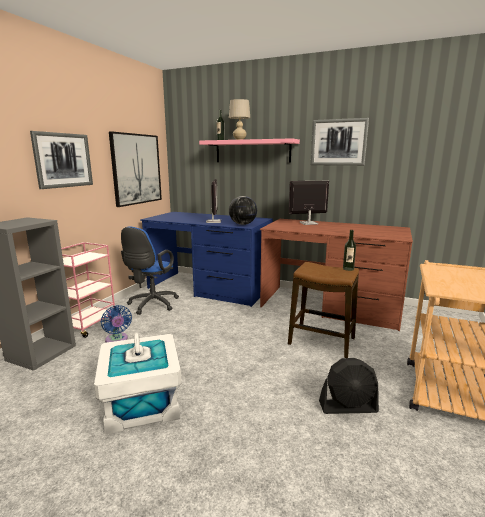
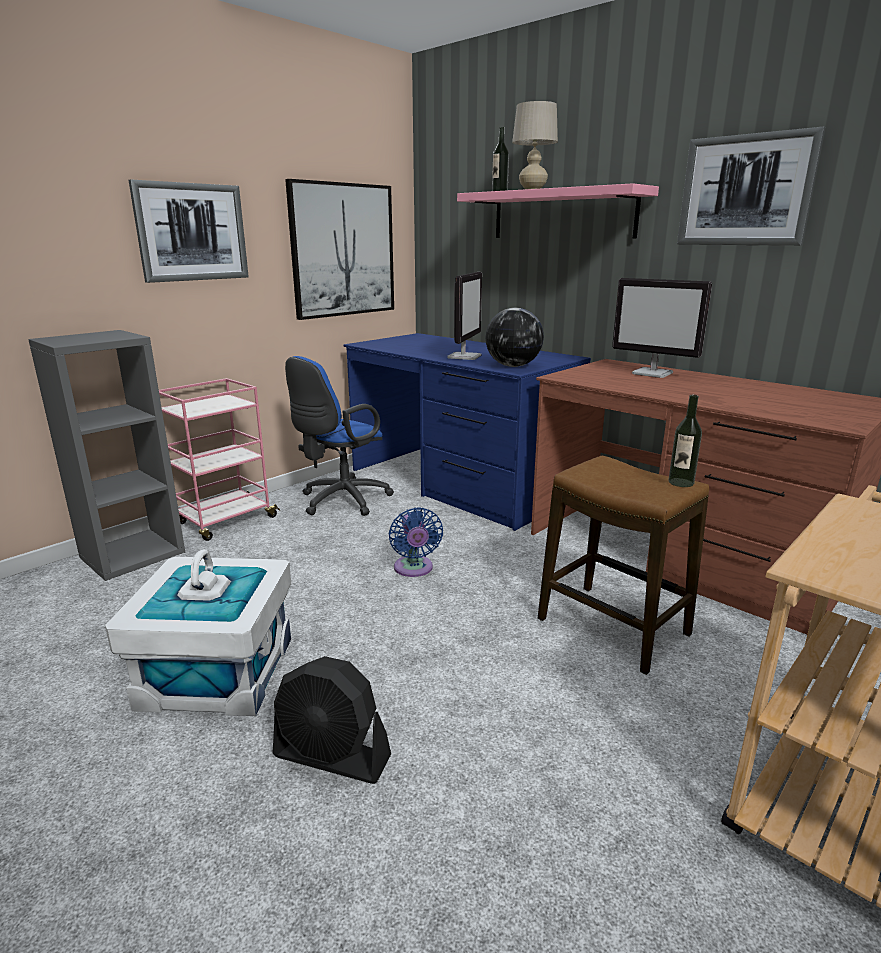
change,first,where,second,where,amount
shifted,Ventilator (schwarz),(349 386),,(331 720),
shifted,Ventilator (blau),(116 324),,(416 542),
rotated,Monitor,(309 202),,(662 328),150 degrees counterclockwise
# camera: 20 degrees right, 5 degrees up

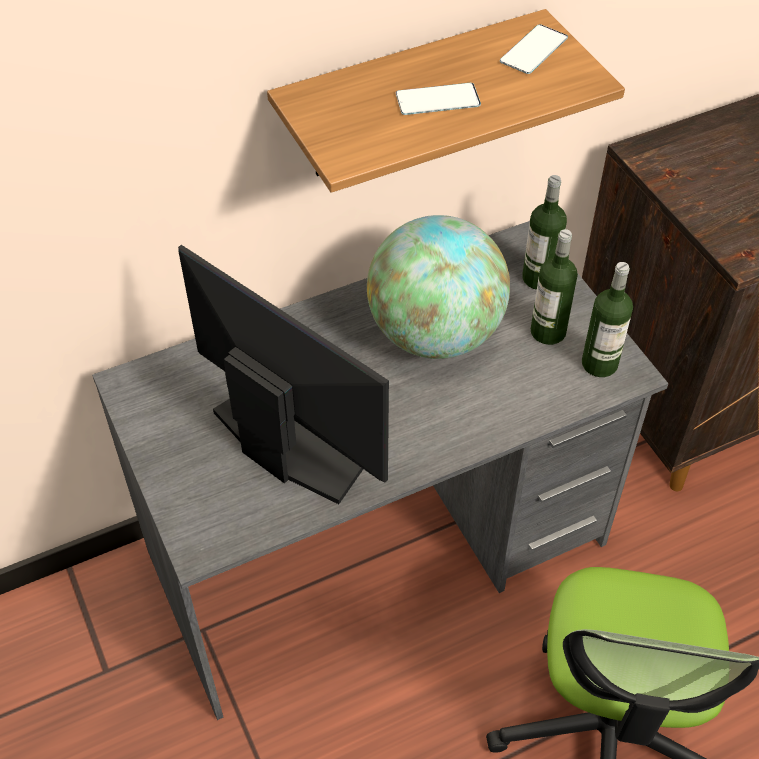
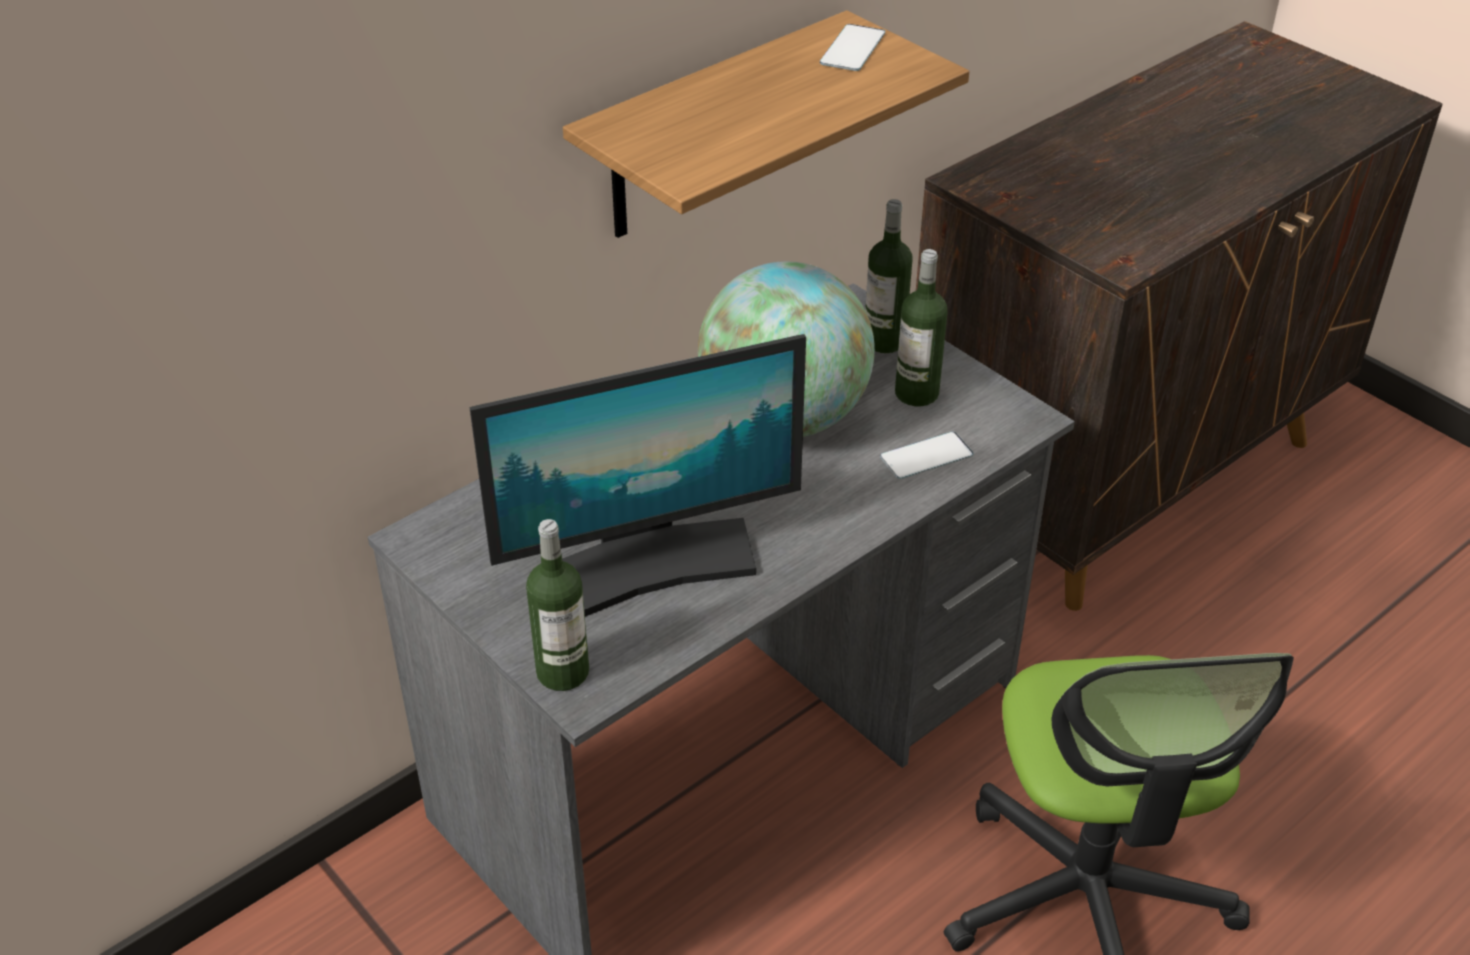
change,first,where,second,where,amount
rotated,Monitor,(283 374),,(637 475),135 degrees clockwise
shifted,Flasche,(607 319),,(557 605),
shifted,Handy,(438 99),,(927 455),
# camera: 15 degrees left, 10 degrees down

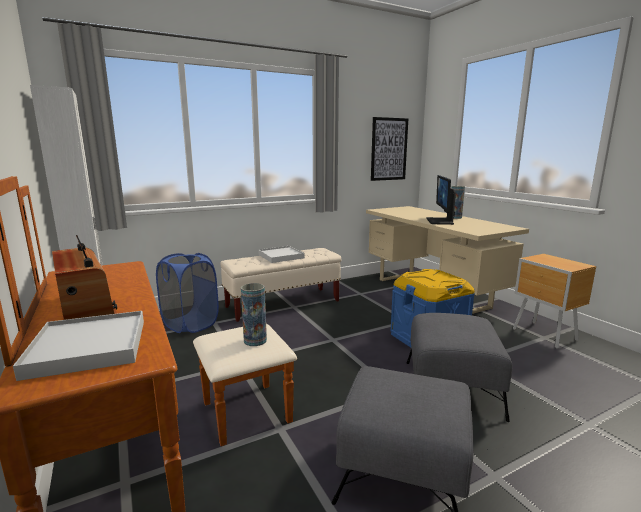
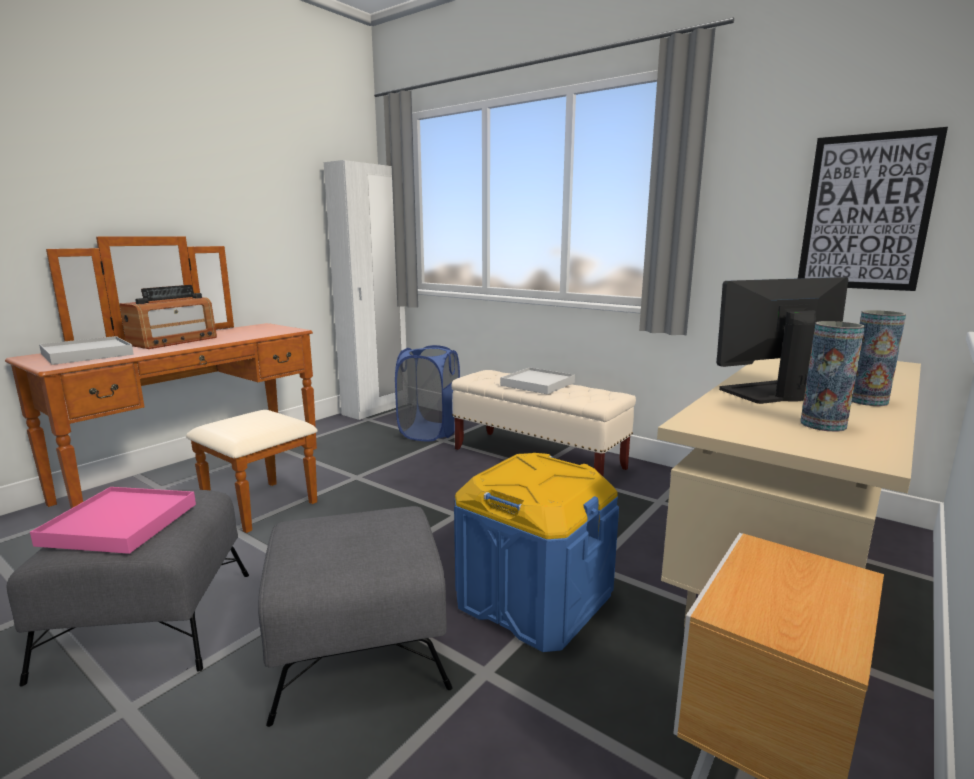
change,first,where,second,where,amount
new,,,Tablett (rosa),(113 520),
shifted,Vase,(254 314),,(832 376),
# camera: 65 degrees right, 0 degrees up

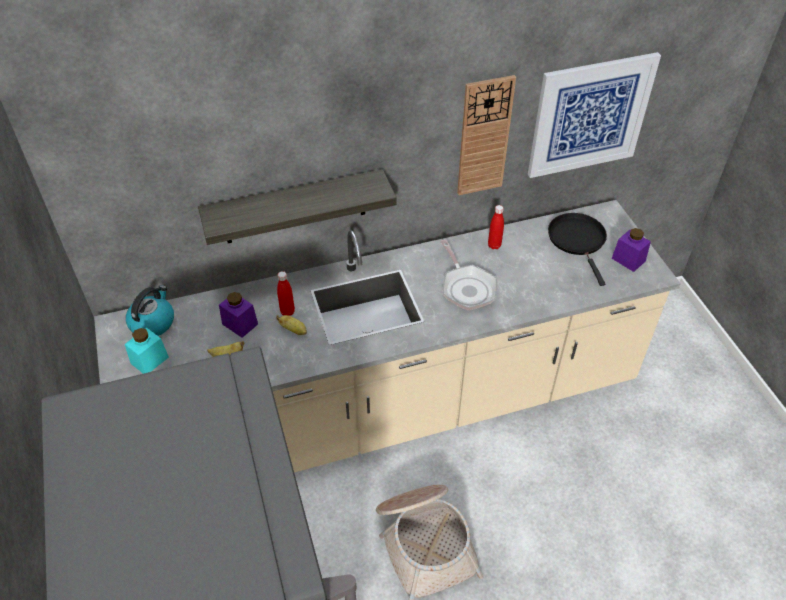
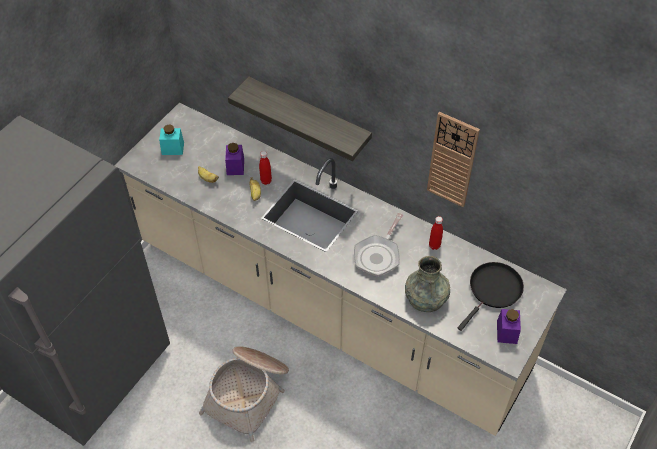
change,first,where,second,where,amount
new,,,Vase (grau),(427 284),
gone,Wasserkessel,(150 310),,,
gone,Bild,(594 115),,,
# camera: 50 degrees right, 5 degrees up

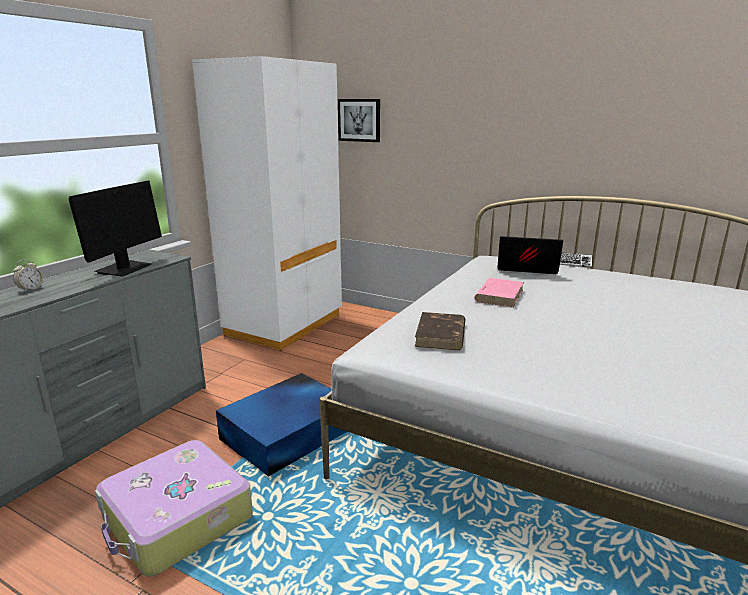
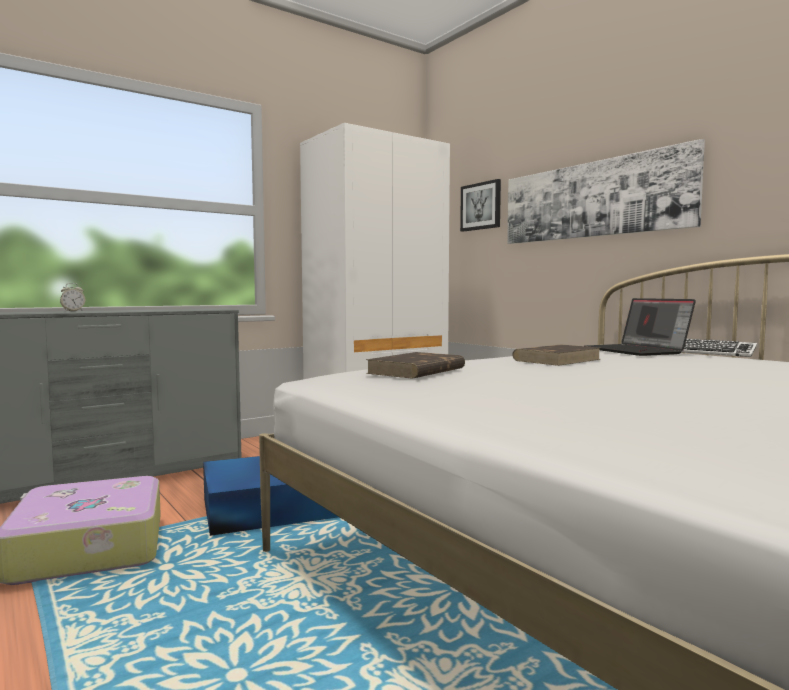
change,first,where,second,where,amount
new,,,Bild,(606 191),
repainted,Buch (rosa),(499 292),Buch (braun),(556 355),
rotated,Laptop,(530 255),,(640 327),150 degrees counterclockwise
gone,Monitor,(115 228),,,
# camera: 25 degrees right, 15 degrees down

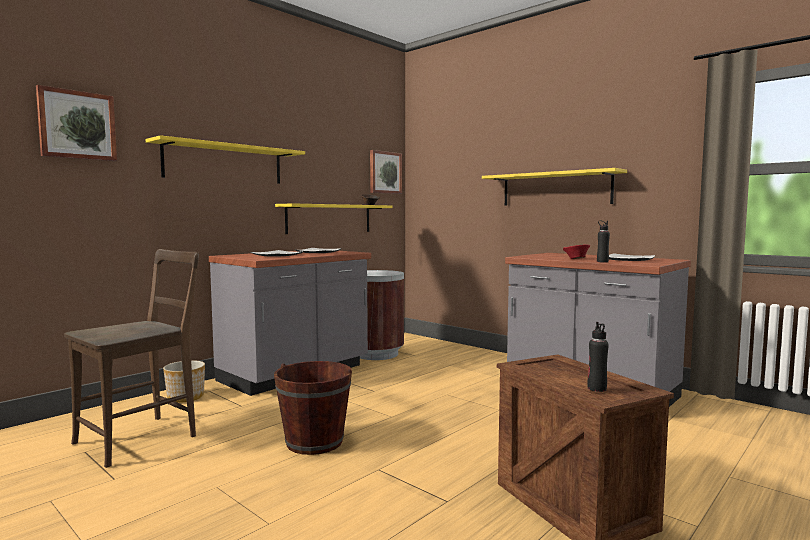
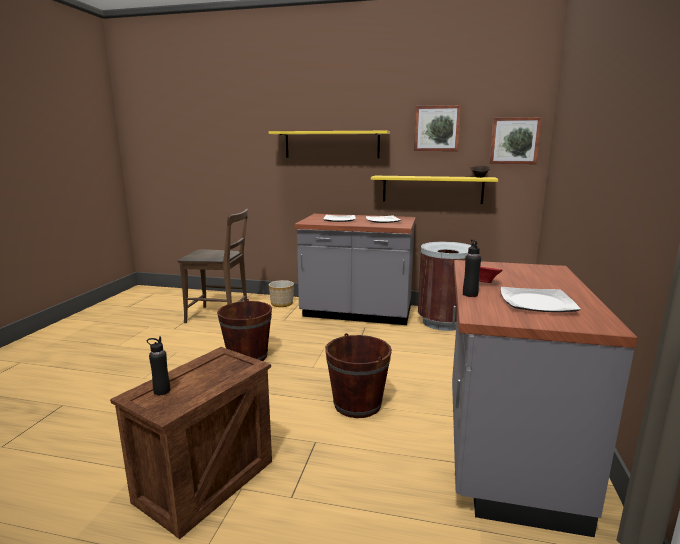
change,first,where,second,where,amount
new,,,Eimer (braun),(358 375),
shifted,Bild,(76 123),,(437 128),
gone,Wandregal (gelb),(554 187),,,
# camera: 60 degrees right, 10 degrees up

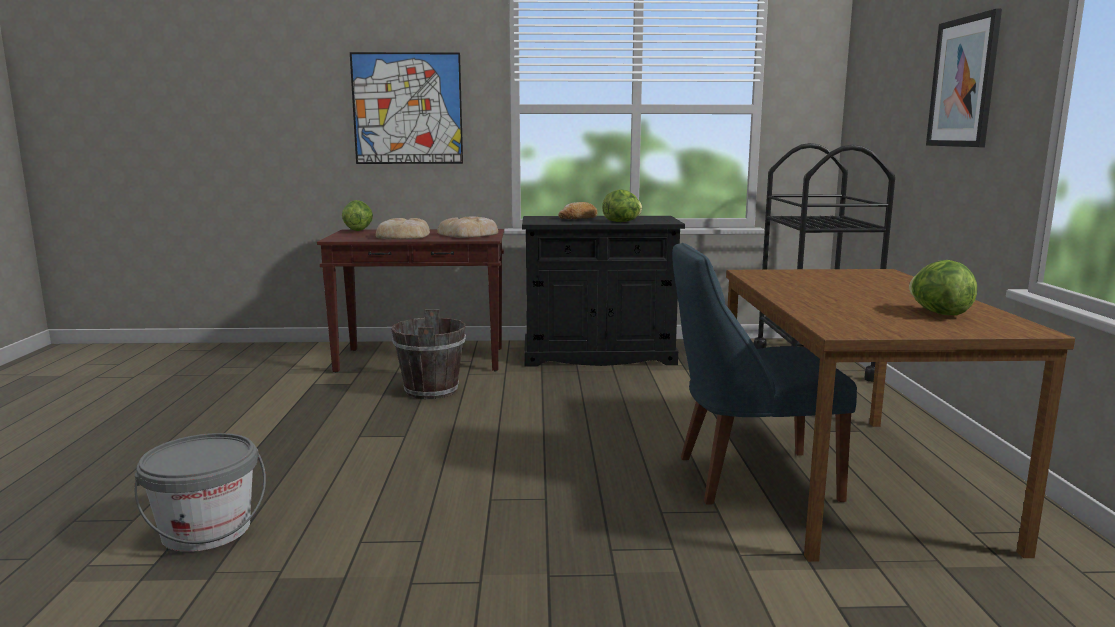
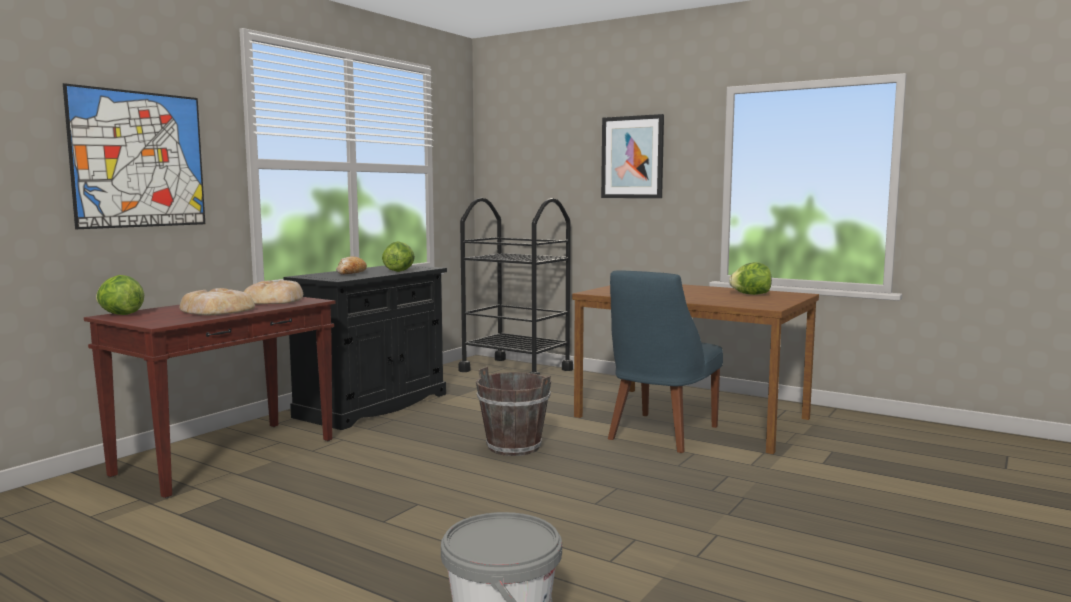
change,first,where,second,where,amount
shifted,Eimer (braun),(428 354),,(513 411),
# camera: 55 degrees left, 5 degrees down

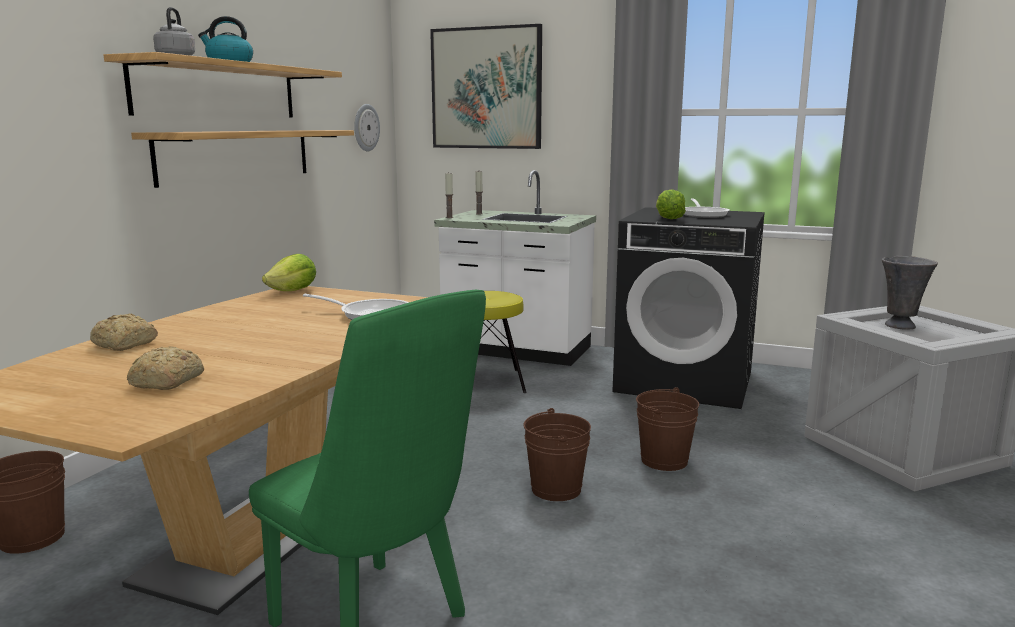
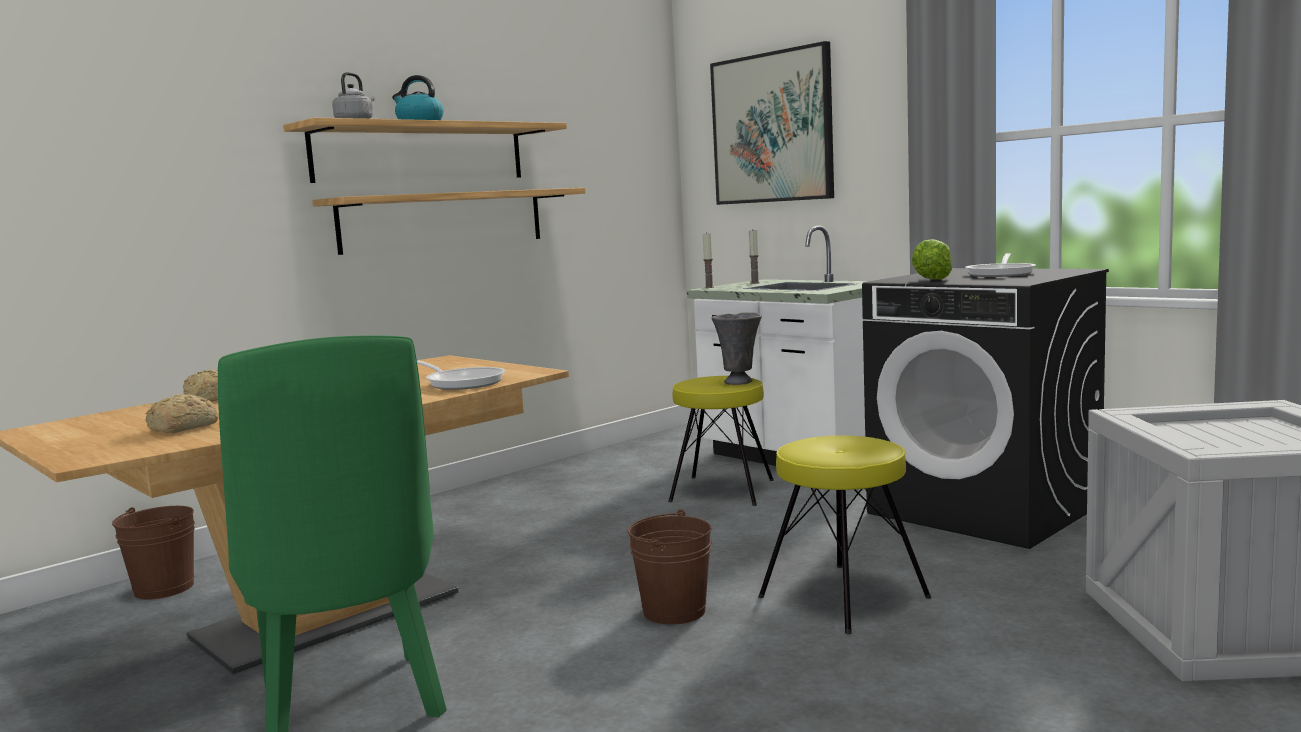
change,first,where,second,where,amount
shifted,Vase (grau),(910 292),,(737 348),
swapped,Eimer (braun),(667 429),Hocker (gelb),(844 534),
gone,Salatkopf,(289 272),,,
gone,Wanduhr,(367 127),,,
# camera: 25 degrees right, 5 degrees down

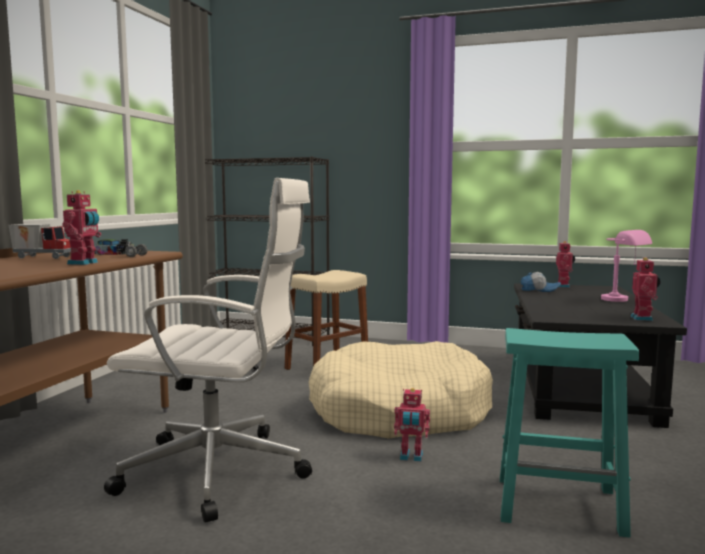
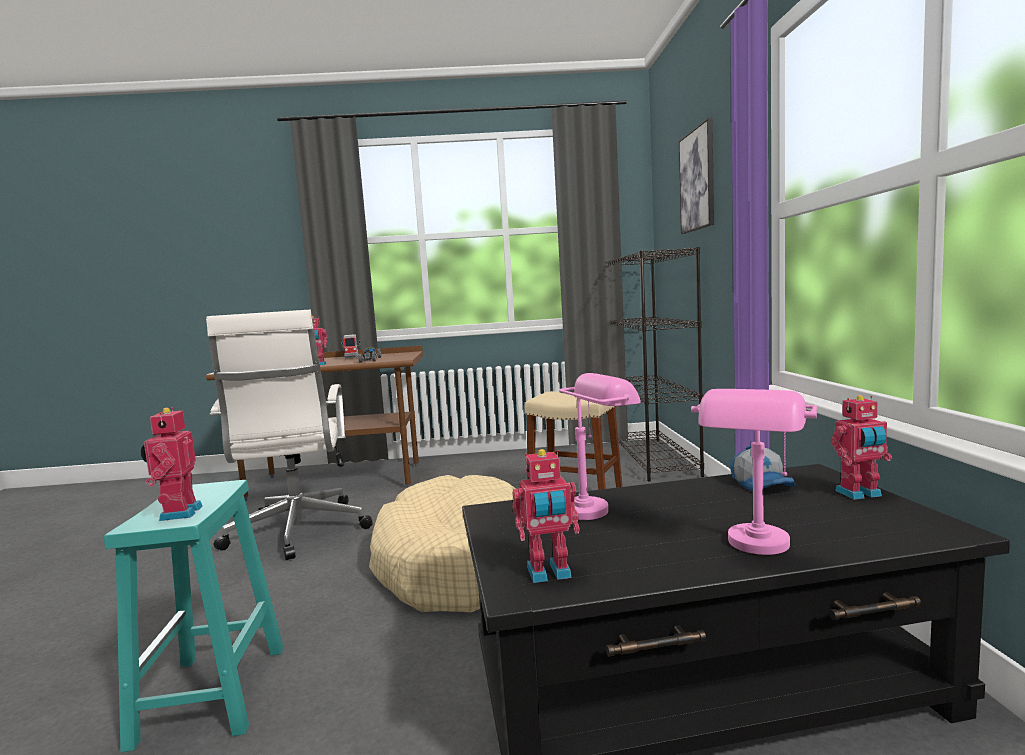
change,first,where,second,where,amount
shifted,Spielzeugroboter,(412 425),,(171 464),
new,,,Tischlampe (rosa),(600 446),
new,,,Bild,(696 176),
# camera: 70 degrees right, 0 degrees up

